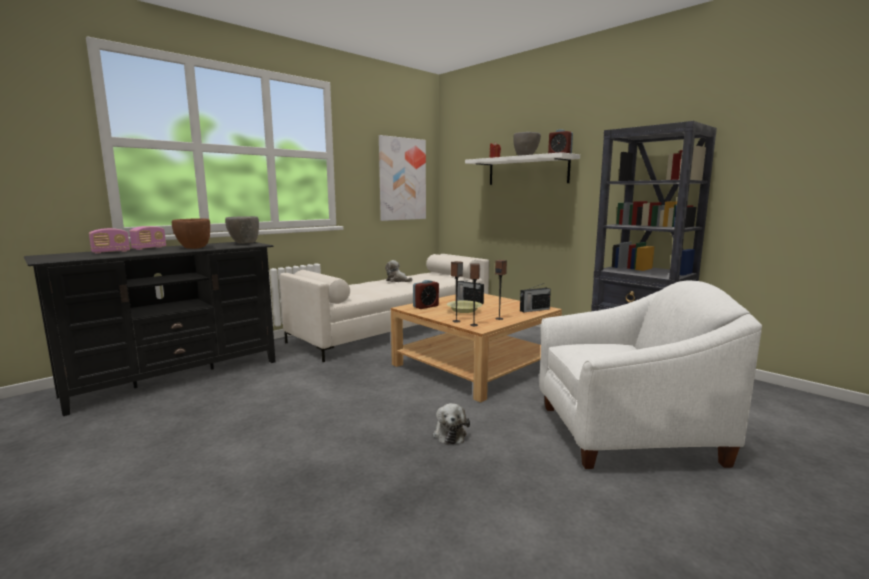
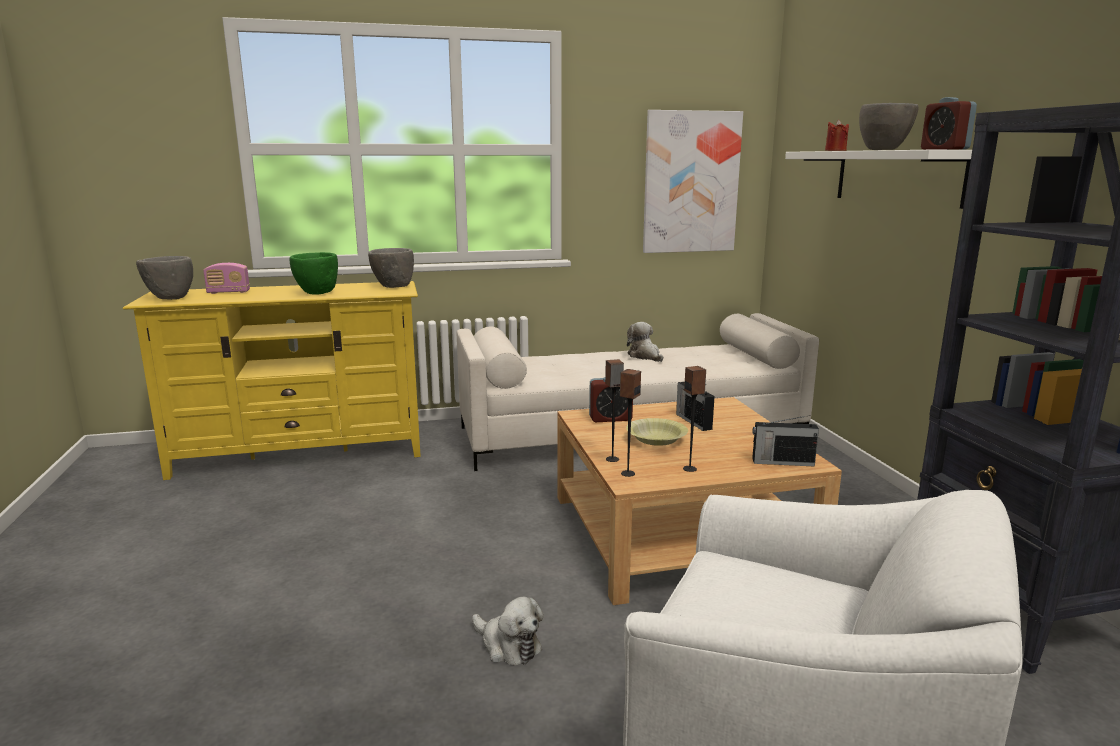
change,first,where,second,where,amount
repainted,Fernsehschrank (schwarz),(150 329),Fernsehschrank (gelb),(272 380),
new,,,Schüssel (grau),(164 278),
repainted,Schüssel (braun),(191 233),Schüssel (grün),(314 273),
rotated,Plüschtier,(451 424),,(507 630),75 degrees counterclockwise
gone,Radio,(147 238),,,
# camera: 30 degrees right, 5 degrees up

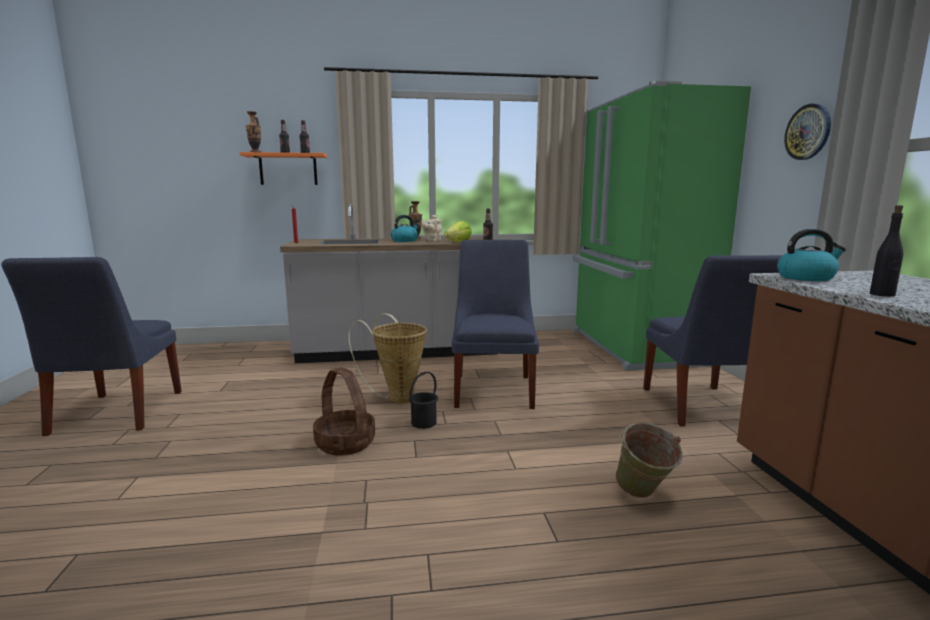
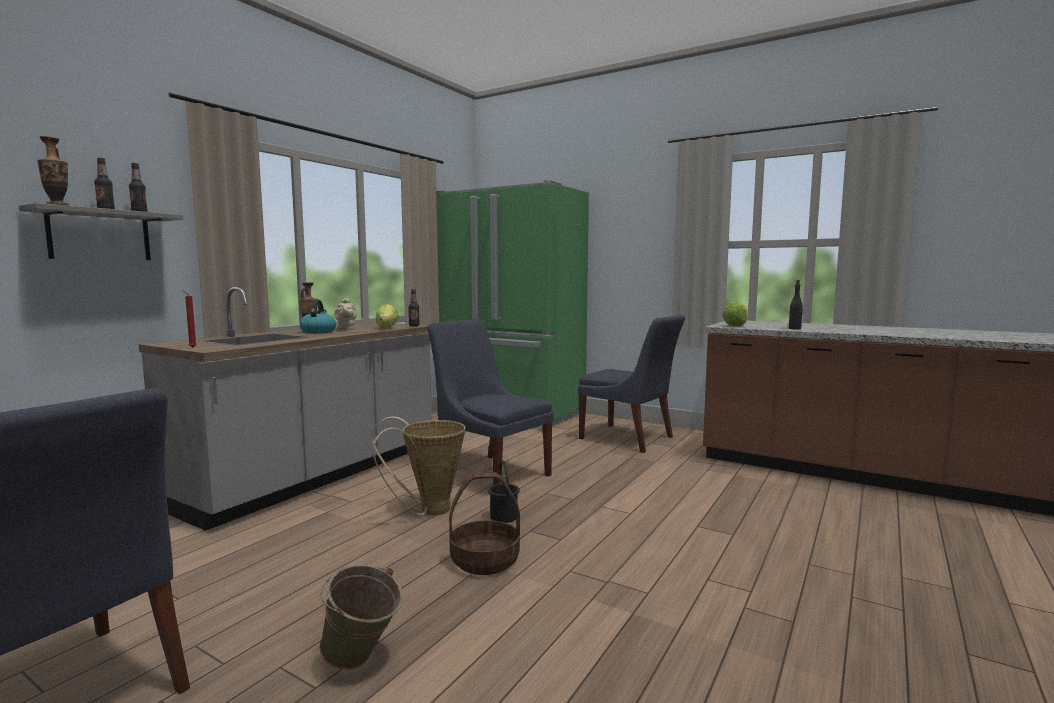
change,first,where,second,where,amount
repainted,Wandregal (orange),(283 168),Wandregal (grau),(101 231),
shifted,Eimer (grün),(649 460),,(361 617),
swapped,Wasserkessel,(811 255),Salatkopf,(734 314),
gone,Wanduhr,(807 132),,,
# camera: 50 degrees left, 5 degrees down

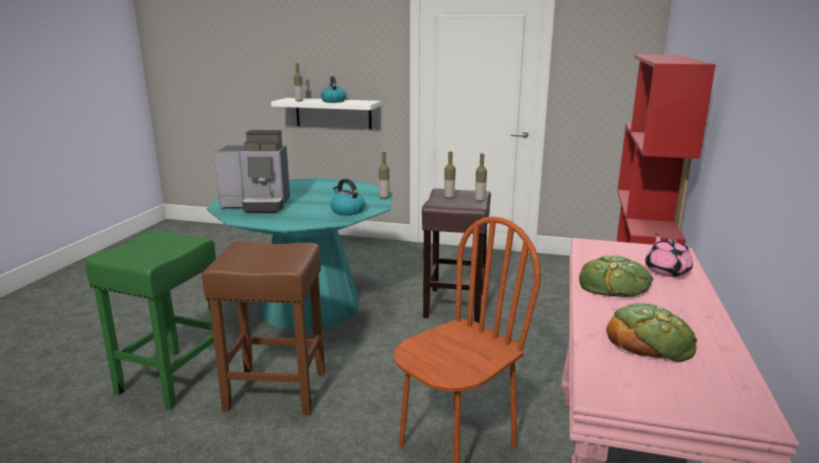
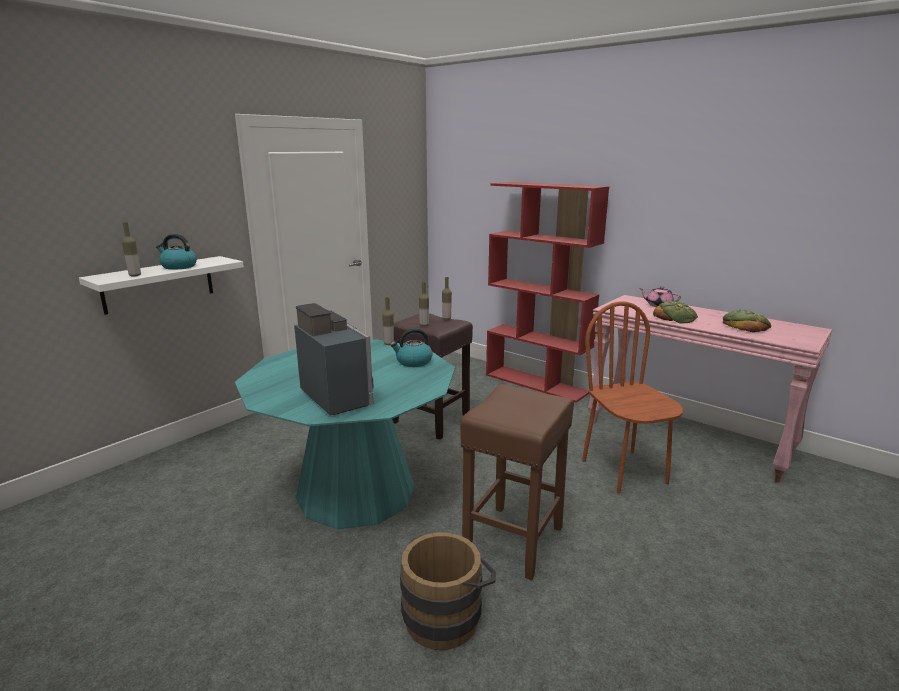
change,first,where,second,where,amount
rotated,Kaffeemaschine,(252 171),,(334 359),60 degrees counterclockwise
swapped,Hocker (grün),(150 319),Eimer (braun),(448 591),
# camera: 65 degrees left, 0 degrees up

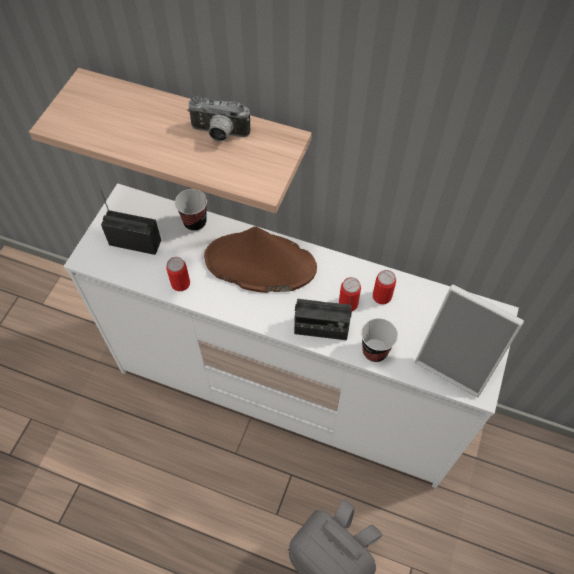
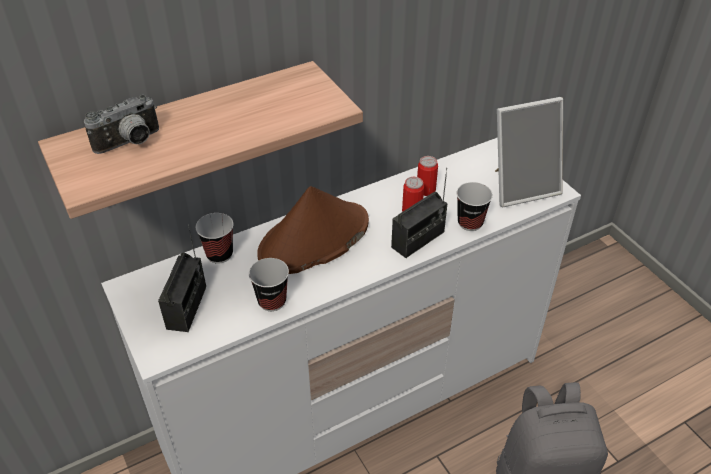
change,first,where,second,where,amount
shifted,Kamera,(218 118),,(121 124),
rotated,Radio,(130 221),,(182 278),135 degrees clockwise
swapped,Dose,(178 274),Tasse,(269 284),
# camera: 50 degrees left, 15 degrees down

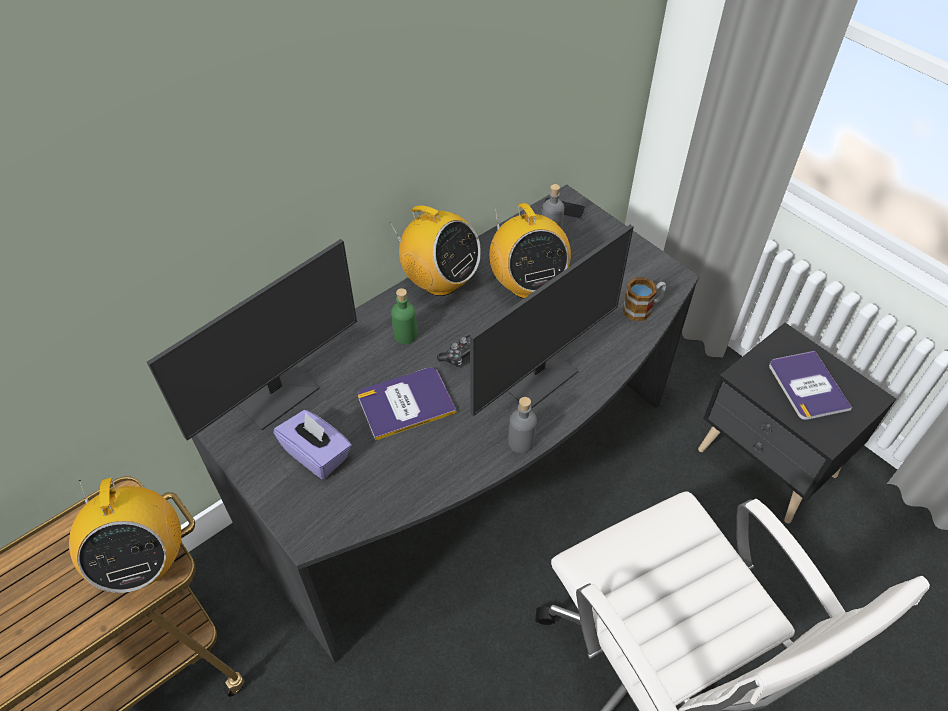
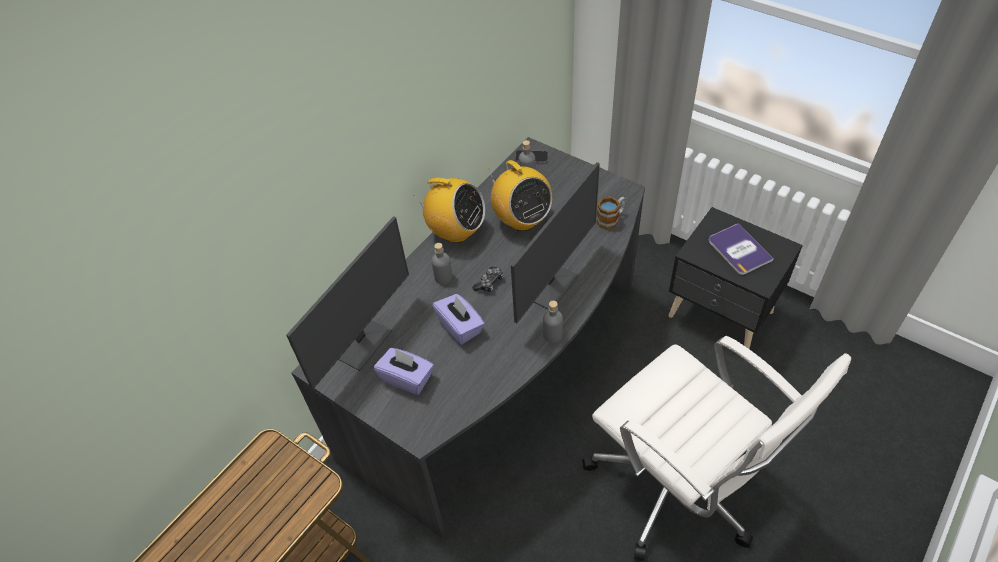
change,first,where,second,where,amount
repainted,Flasche (grün),(404 316),Flasche (grau),(442 263),
swapped,Buch,(407 404),Taschentuchbox (lila),(458 319),
gone,Radio,(125 535),,,
# camera: 10 degrees left, 0 degrees up

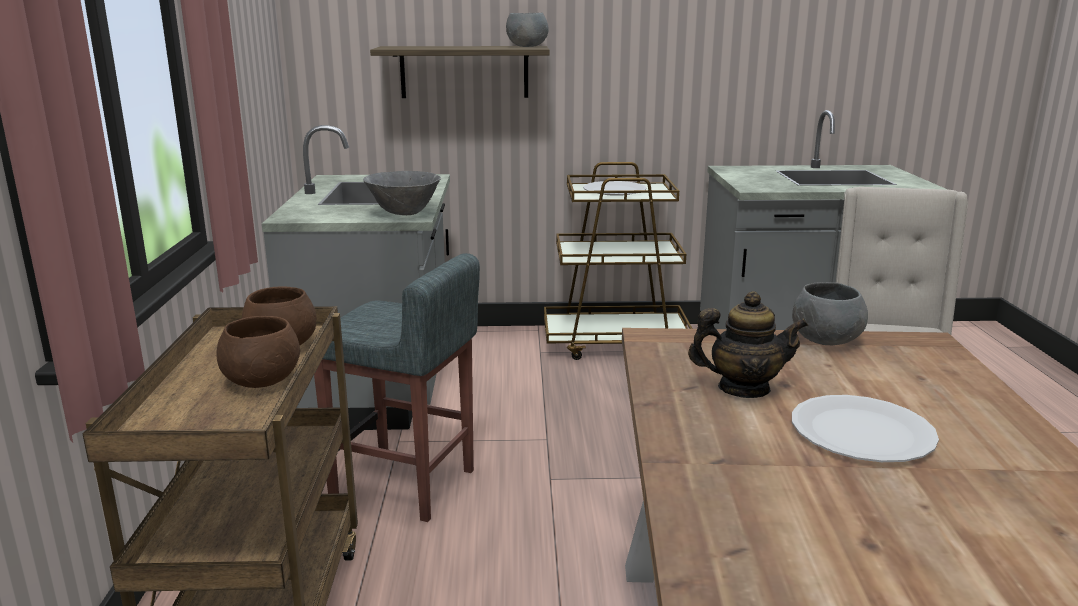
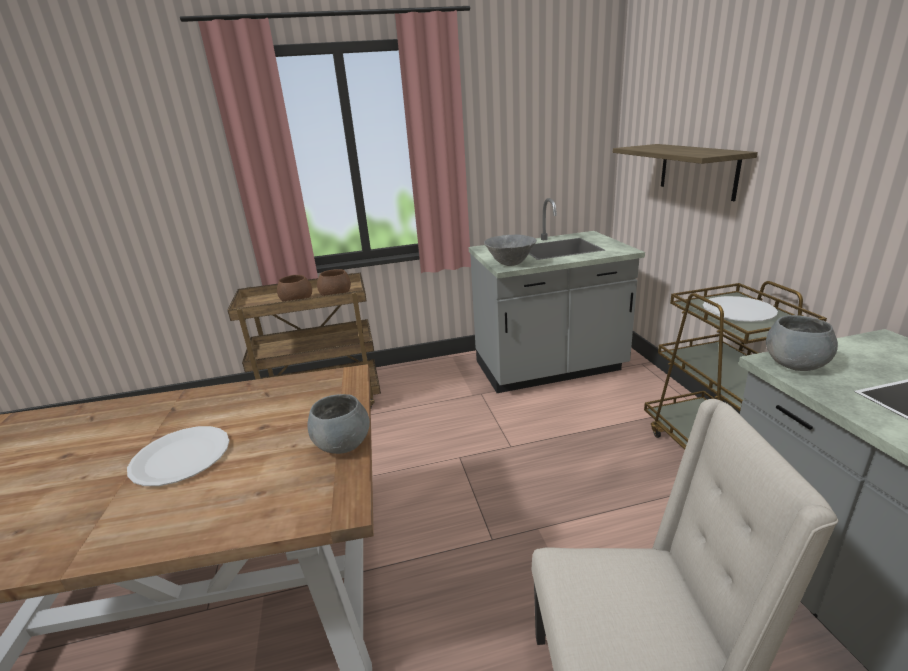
change,first,where,second,where,amount
shifted,Schüssel (grau),(527 30),,(802 343),
gone,Hocker (grau),(397 387),,,
gone,Teekanne,(748 344),,,
# camera: 80 degrees right, 5 degrees up

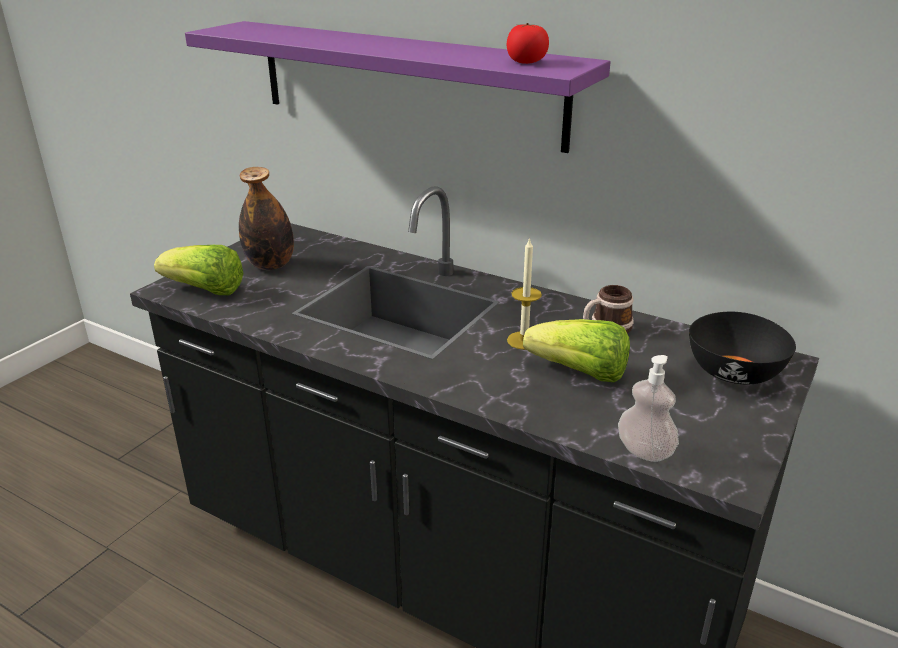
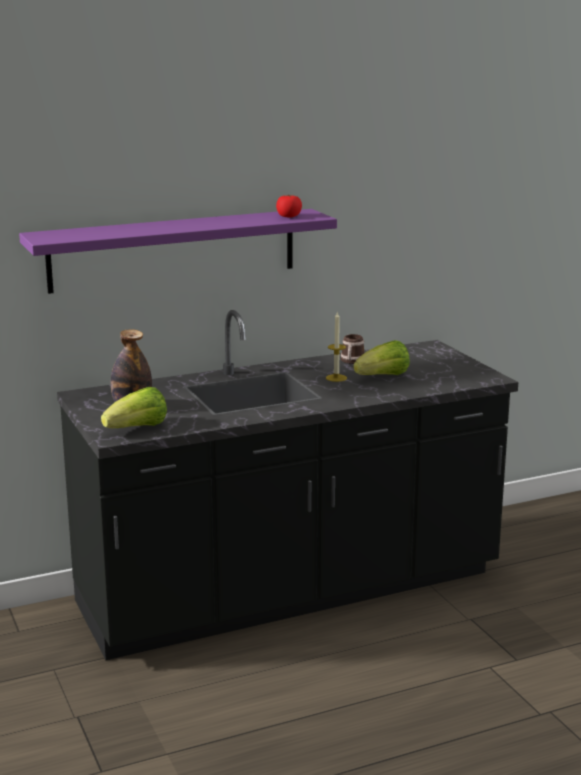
change,first,where,second,where,amount
gone,Seifenspender,(648 408),,,
gone,Schüssel (schwarz),(742 348),,,
# camera: 55 degrees left, 10 degrees down

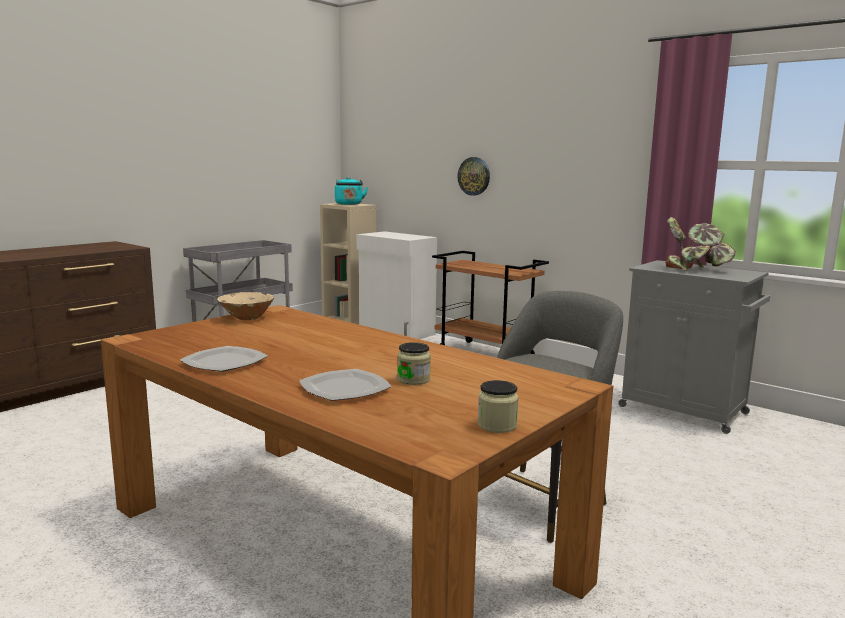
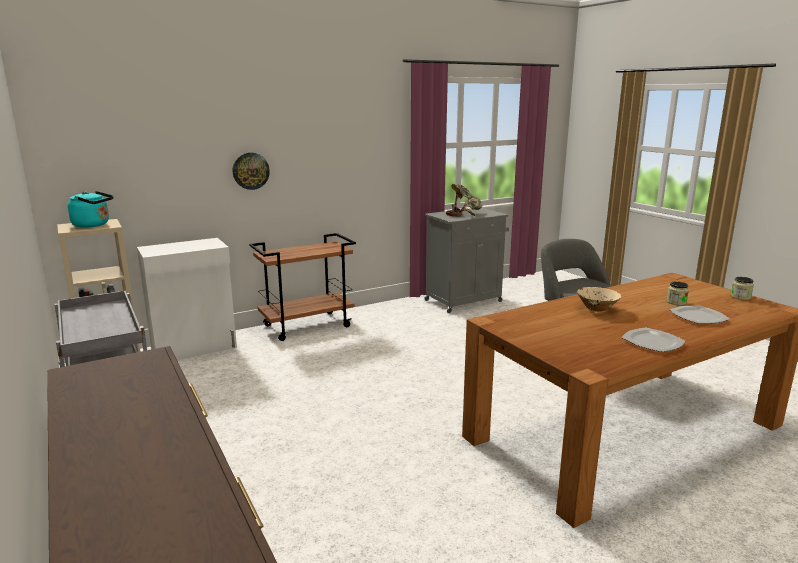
change,first,where,second,where,amount
shifted,Schüssel (beige),(245 306),,(599 299),
# camera: 70 degrees left, 5 degrees up

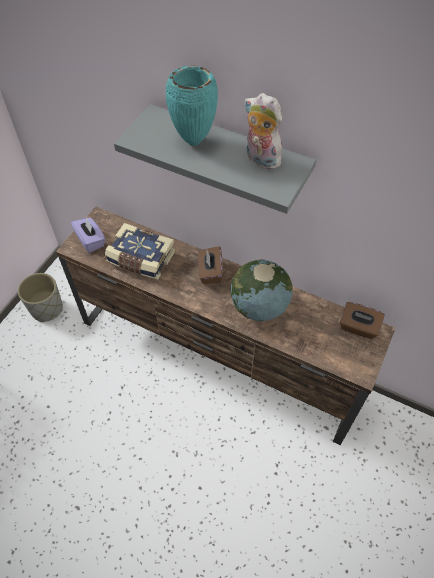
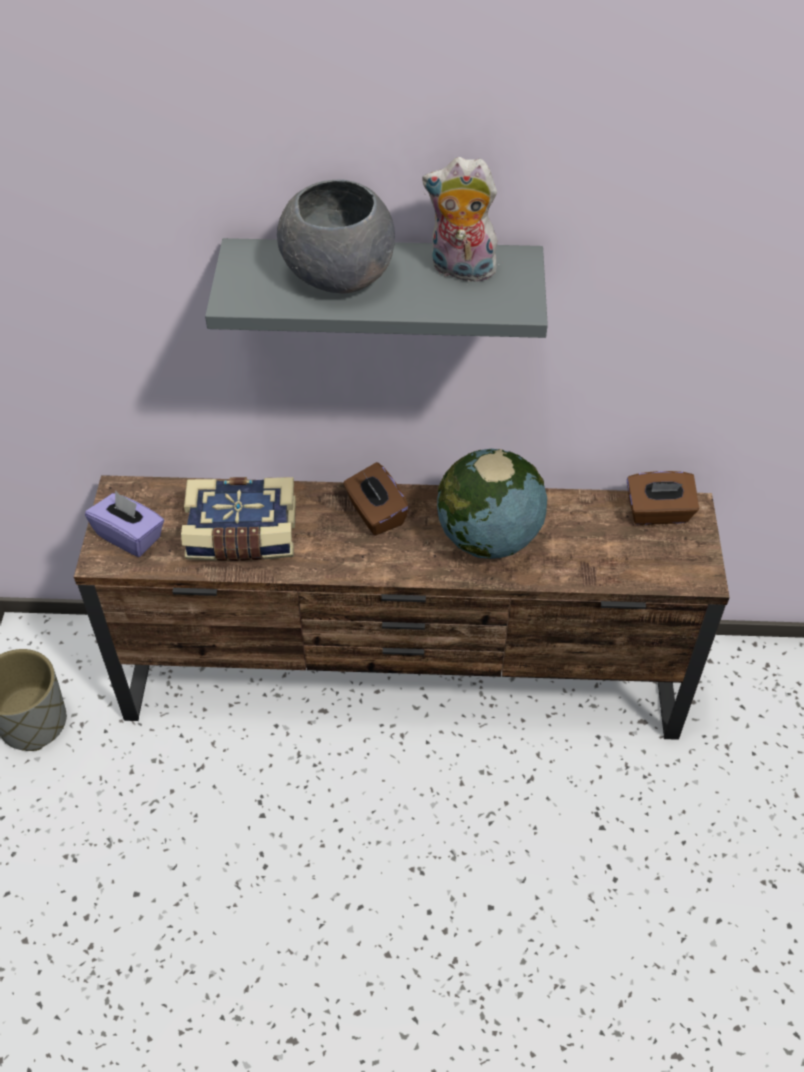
change,first,where,second,where,amount
swapped,Vase (türkis),(192 105),Schüssel (grau),(336 237),
# camera: 25 degrees left, 5 degrees down

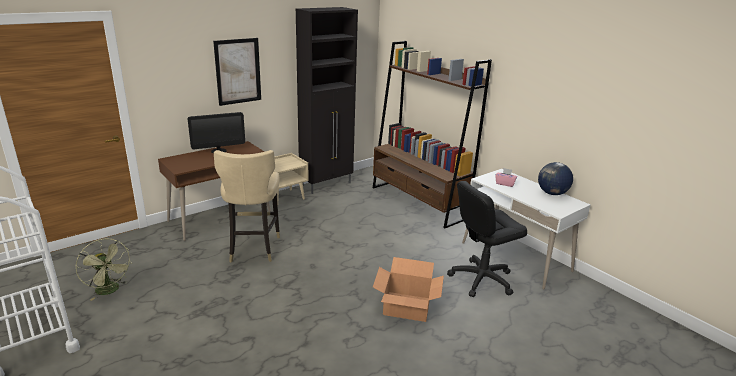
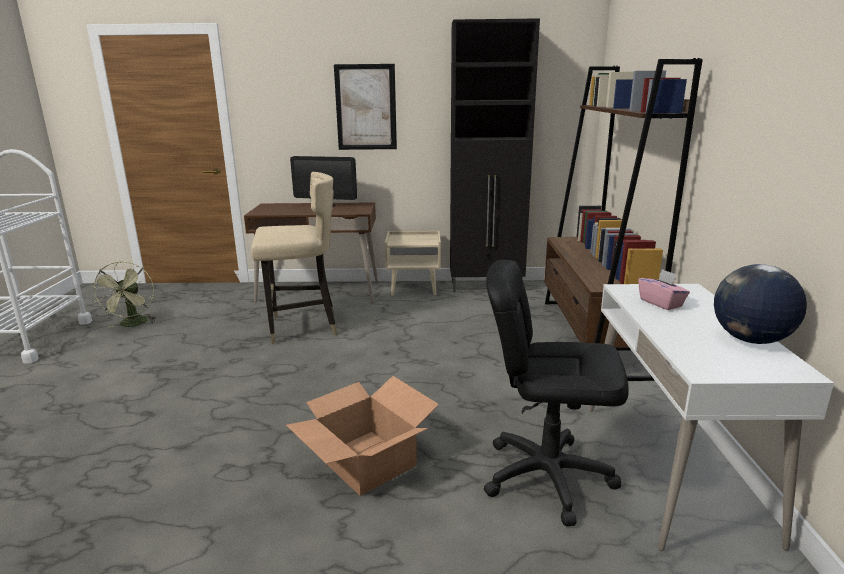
change,first,where,second,where,amount
rotated,Stuhl (beige),(247 206),,(294 258),135 degrees counterclockwise
# camera: 40 degrees right, 5 degrees down

